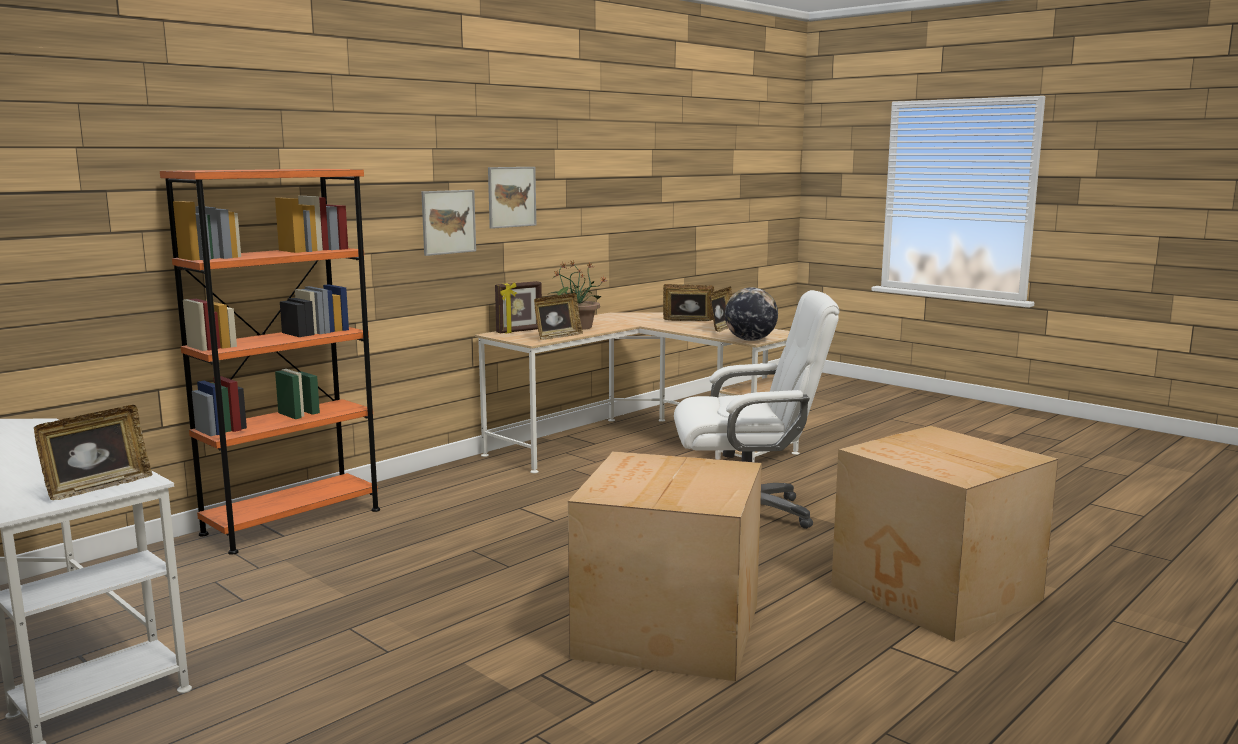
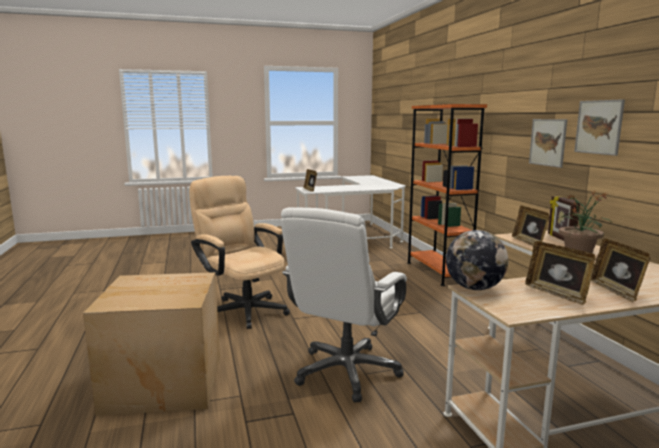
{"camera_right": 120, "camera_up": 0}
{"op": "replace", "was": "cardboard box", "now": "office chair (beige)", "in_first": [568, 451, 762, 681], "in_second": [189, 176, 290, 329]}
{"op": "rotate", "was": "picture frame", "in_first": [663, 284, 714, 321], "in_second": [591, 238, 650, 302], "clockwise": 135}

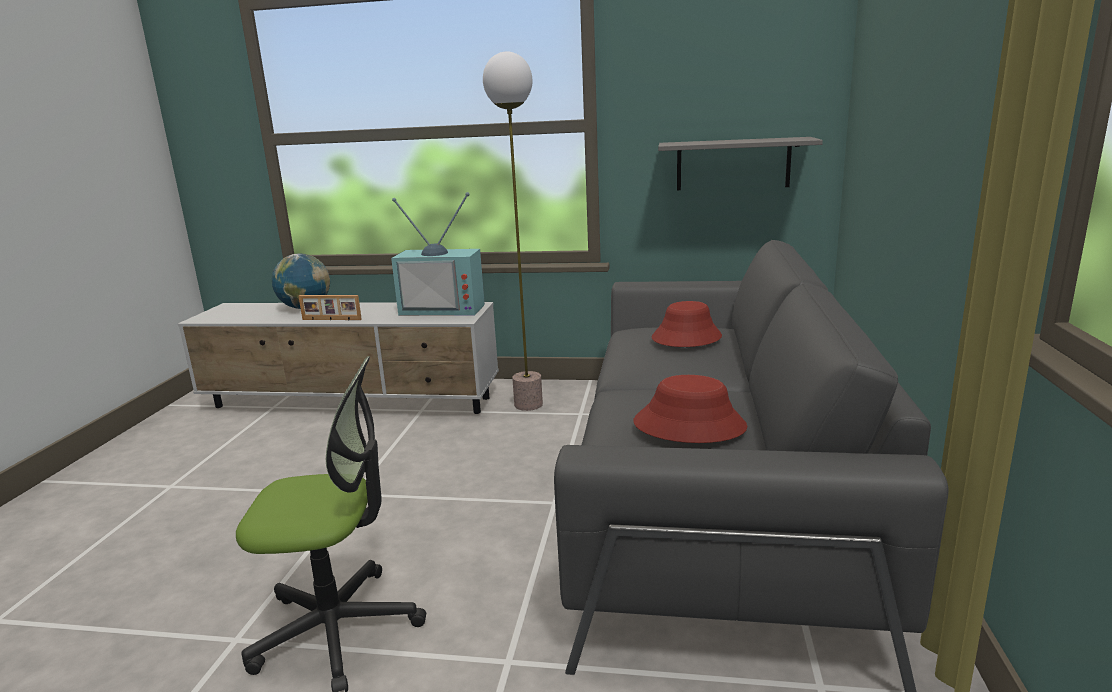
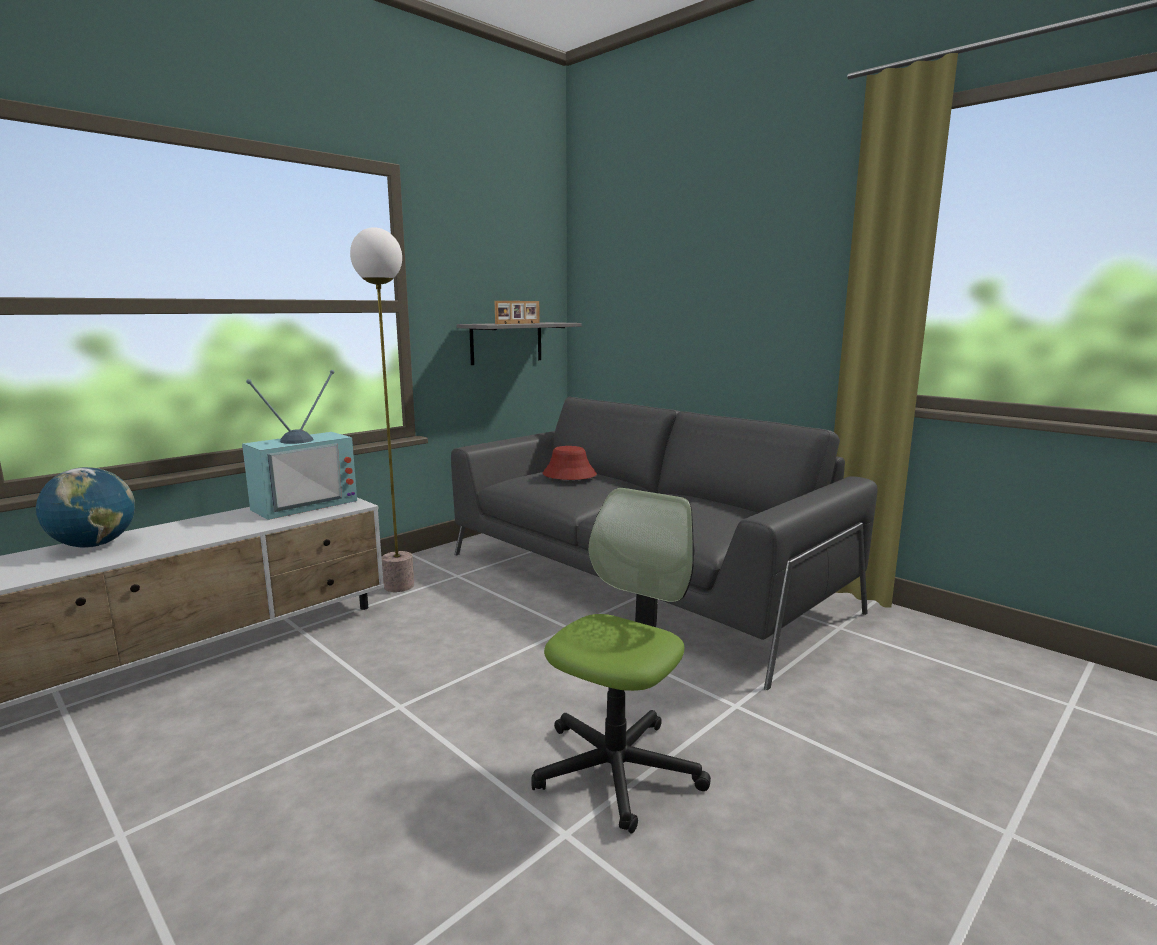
{"camera_right": -55, "camera_up": -5}
{"op": "delete", "was": "hat (red)", "in_first": [633, 375, 748, 443]}
{"op": "move", "was": "picture frame", "in_first": [299, 295, 362, 320], "in_second": [495, 301, 540, 324]}

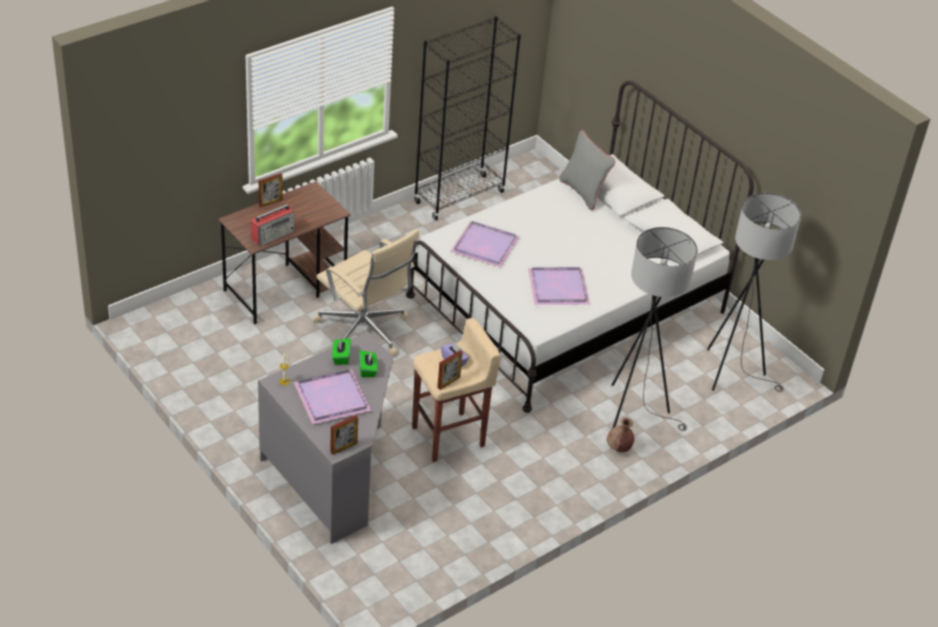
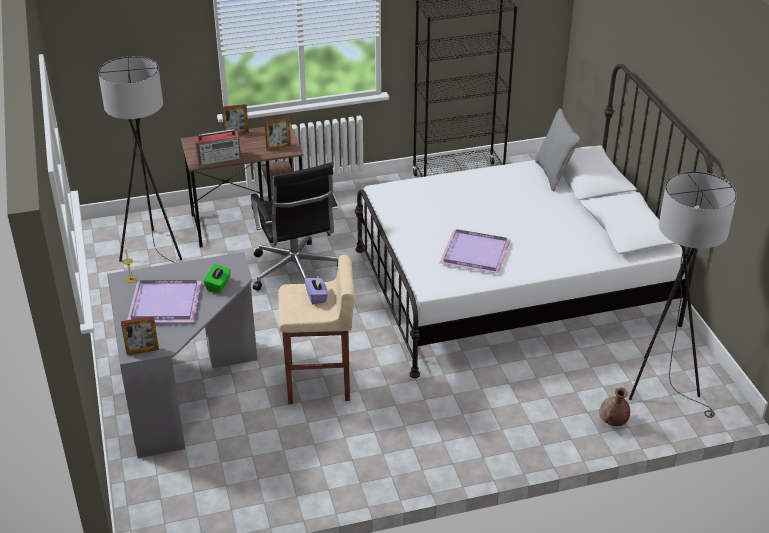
{"camera_right": 25, "camera_up": -5}
{"op": "delete", "was": "tissue box (green)", "in_first": [332, 338, 351, 365]}
{"op": "delete", "was": "tray (purple)", "in_first": [450, 221, 520, 268]}
{"op": "move", "was": "picture frame", "in_first": [437, 350, 463, 390], "in_second": [264, 117, 291, 151]}
{"op": "move", "was": "vase (brown)", "in_first": [607, 418, 634, 452], "in_second": [599, 387, 630, 426]}
{"op": "move", "was": "floor lamp (grey)", "in_first": [611, 227, 698, 431], "in_second": [98, 56, 182, 263]}
{"op": "recolor", "was": "office chair (beige)", "now": "office chair (black)", "in_first": [313, 229, 419, 356], "in_second": [251, 163, 339, 291]}

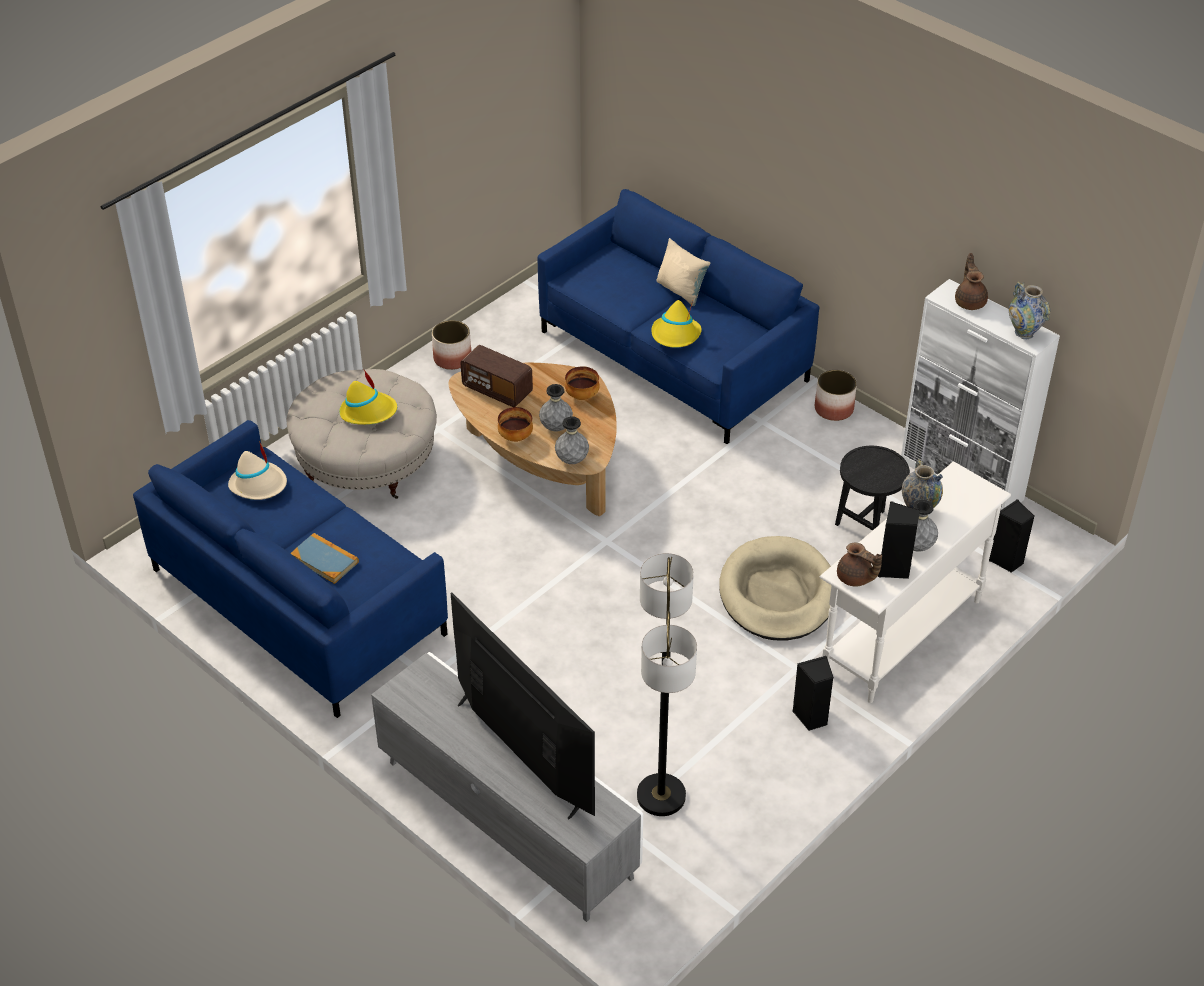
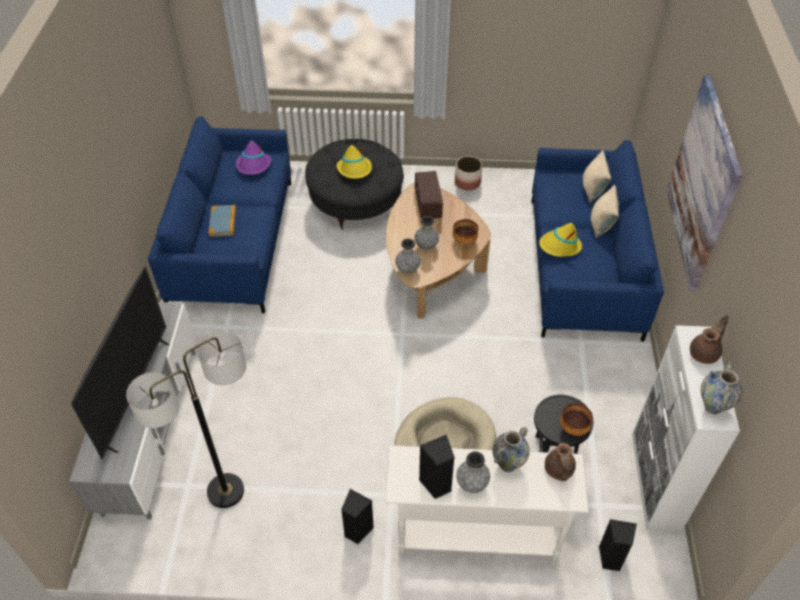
{"camera_right": 50, "camera_up": 5}
{"op": "delete", "was": "planter", "in_first": [815, 370, 857, 421]}
{"op": "insert", "now": "pillow (beige)", "in_second": [583, 150, 611, 203]}
{"op": "insert", "now": "picture", "in_second": [667, 75, 743, 291]}
{"op": "move", "was": "bowl", "in_first": [498, 407, 533, 442], "in_second": [560, 403, 593, 436]}
{"op": "move", "was": "teapot (brown)", "in_first": [837, 543, 882, 586], "in_second": [545, 443, 576, 481]}
{"op": "recolor", "was": "hat (beige)", "now": "hat (purple)", "in_first": [228, 441, 287, 500], "in_second": [236, 141, 271, 175]}
{"op": "recolor", "was": "ottoman (beige)", "now": "ottoman (black)", "in_first": [287, 369, 437, 499], "in_second": [305, 139, 404, 230]}

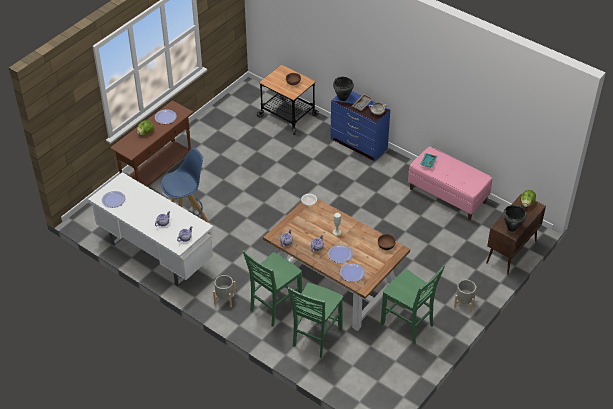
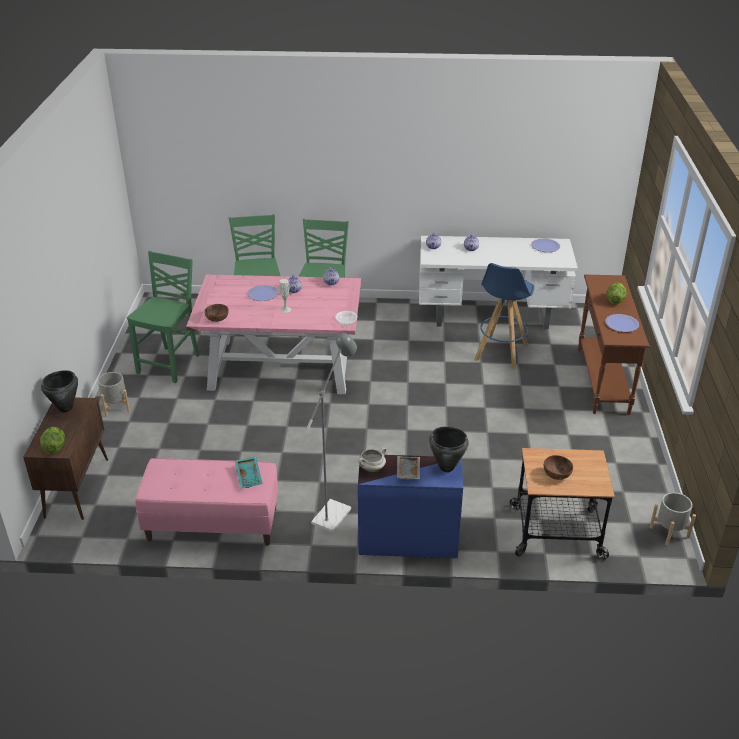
{"camera_right": 145, "camera_up": -10}
{"op": "delete", "was": "plate", "in_first": [340, 263, 365, 282]}
{"op": "insert", "now": "floor lamp (grey)", "in_second": [306, 333, 357, 532]}
{"op": "move", "was": "planter (grey)", "in_first": [213, 275, 236, 307], "in_second": [650, 492, 696, 546]}
{"op": "recolor", "was": "dining table (brown)", "now": "dining table (pink)", "in_first": [263, 198, 410, 331], "in_second": [186, 275, 361, 394]}
{"op": "rotate", "was": "chair (green)", "in_first": [381, 265, 445, 345], "in_second": [127, 251, 199, 383], "clockwise": 105}

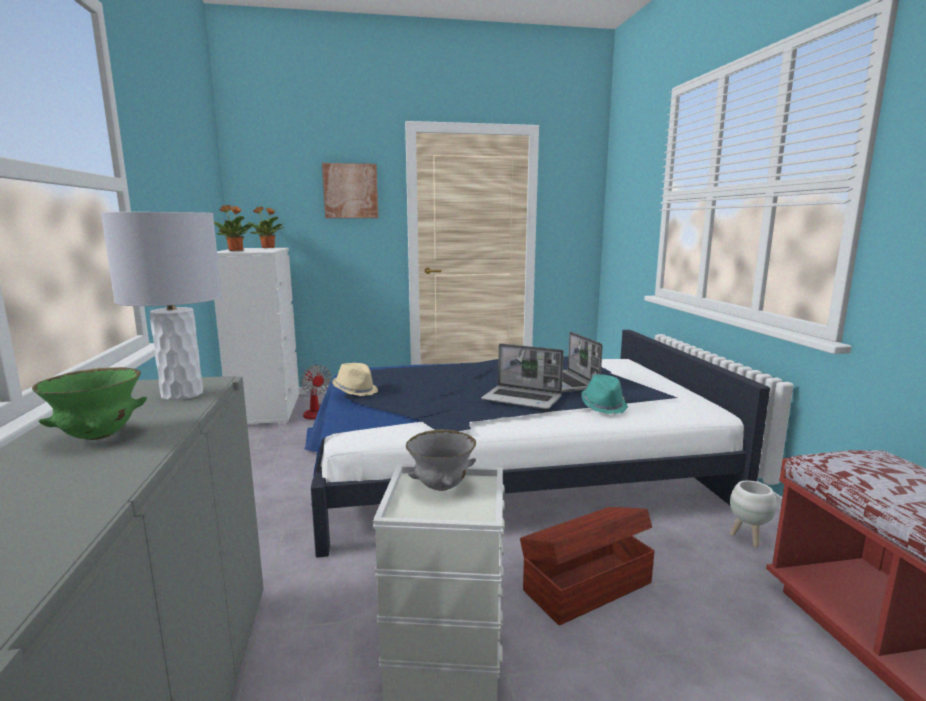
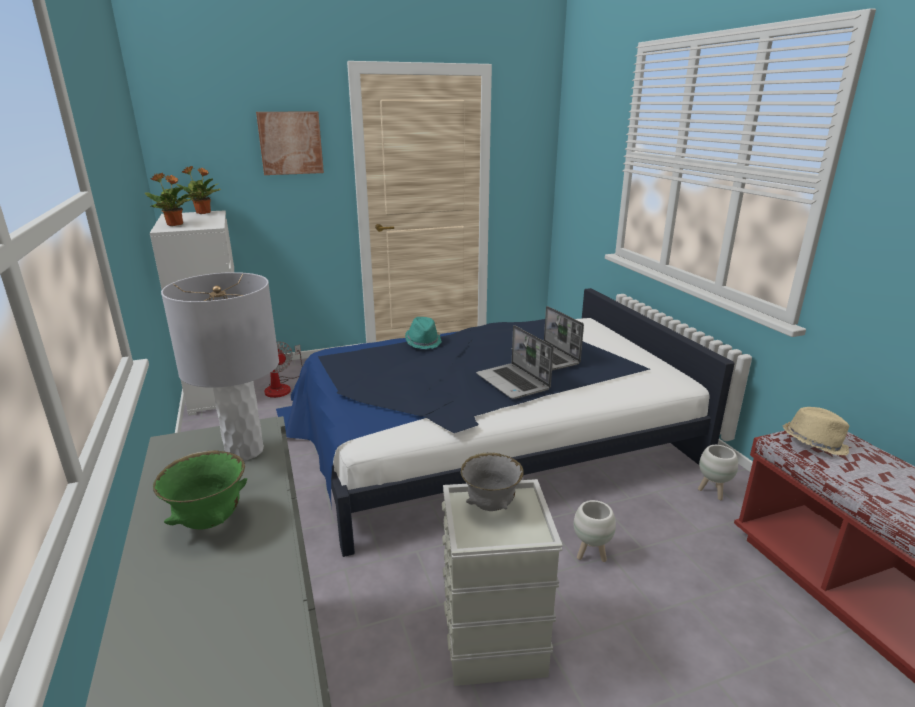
{"camera_right": -10, "camera_up": 10}
{"op": "move", "was": "hat (beige)", "in_first": [332, 363, 378, 396], "in_second": [782, 407, 850, 456]}
{"op": "move", "was": "hat (turquoise)", "in_first": [581, 374, 628, 414], "in_second": [405, 317, 442, 349]}
{"op": "replace", "was": "storage box (brown)", "now": "planter (white)", "in_first": [520, 507, 655, 625], "in_second": [574, 500, 616, 562]}
{"op": "rotate", "was": "laptop", "in_first": [481, 344, 564, 409], "in_second": [476, 325, 554, 399], "clockwise": 45}

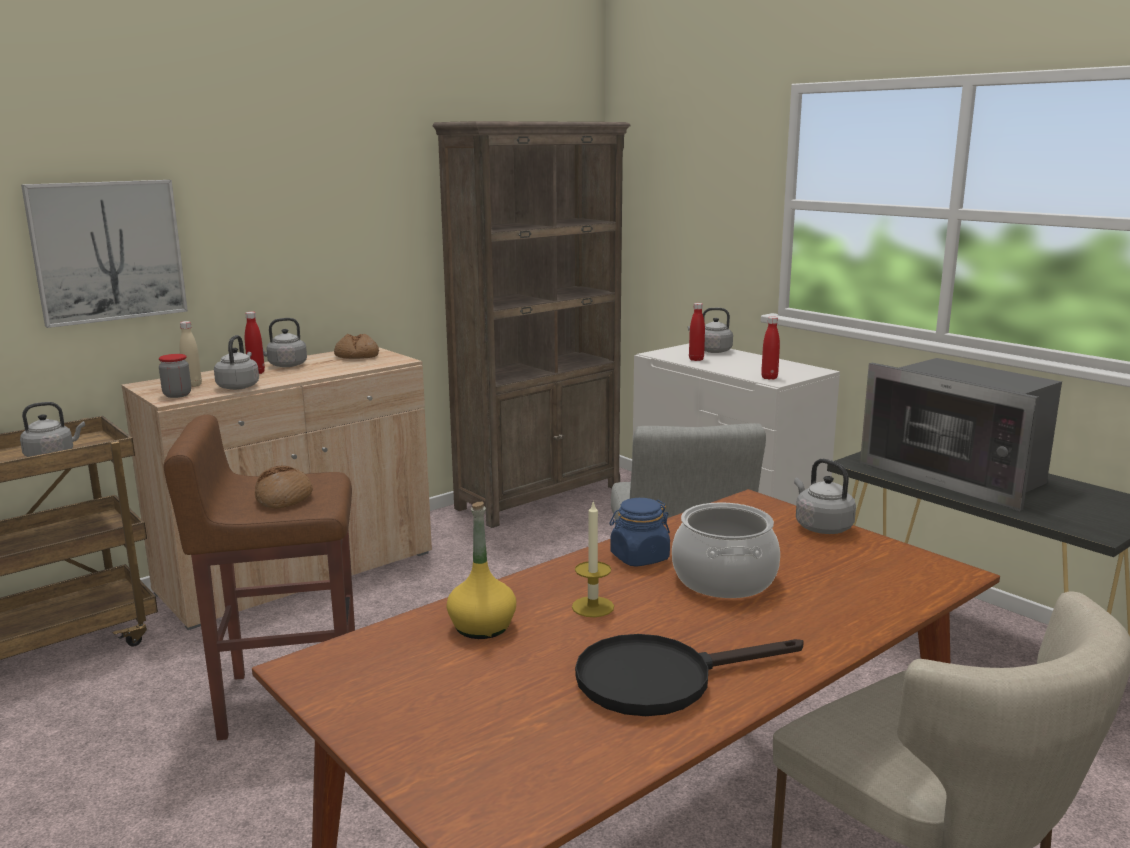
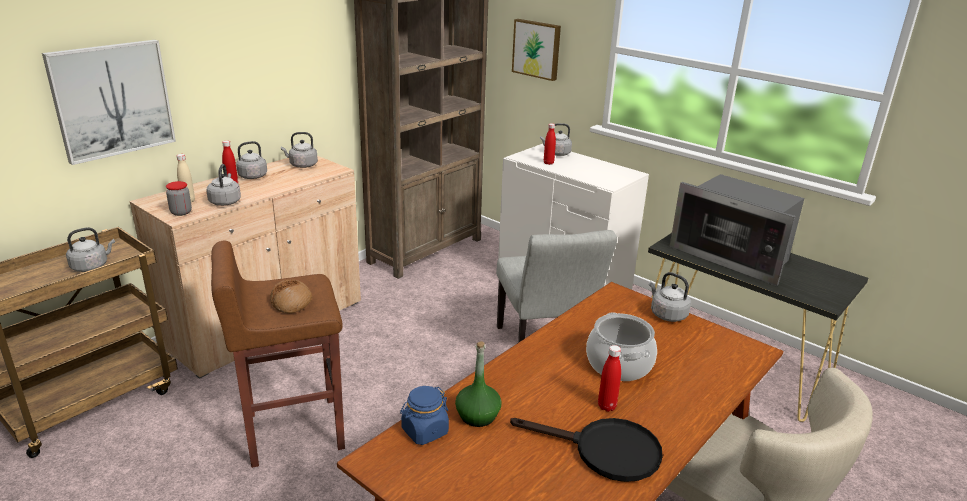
{"camera_right": -10, "camera_up": 10}
{"op": "delete", "was": "candle", "in_first": [572, 500, 614, 617]}
{"op": "insert", "now": "picture", "in_second": [512, 19, 561, 81]}
{"op": "move", "was": "jar (blue)", "in_first": [610, 498, 670, 567], "in_second": [400, 386, 449, 445]}
{"op": "move", "was": "bottle (red)", "in_first": [761, 317, 780, 380], "in_second": [598, 345, 621, 412]}
{"op": "replace", "was": "bread", "now": "kettle (grey)", "in_first": [334, 334, 379, 359], "in_second": [281, 132, 318, 168]}
{"op": "recolor", "was": "bottle (yellow)", "now": "bottle (green)", "in_first": [446, 502, 516, 639], "in_second": [455, 341, 502, 427]}
{"op": "rotate", "was": "frying pan (black)", "in_first": [575, 634, 804, 716], "in_second": [510, 418, 663, 482], "clockwise": -135}

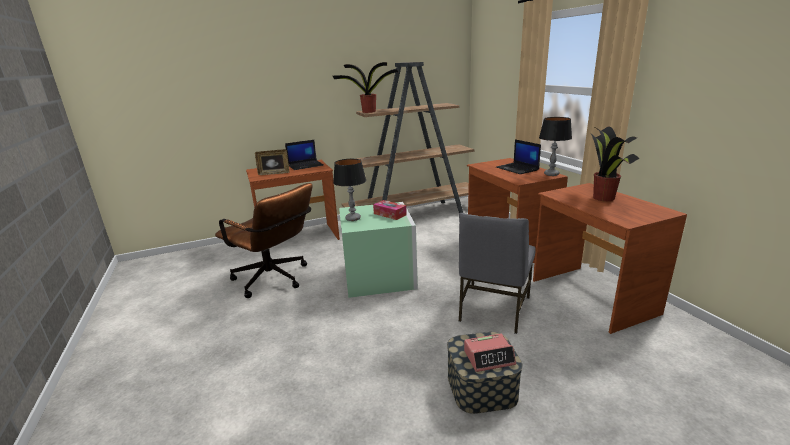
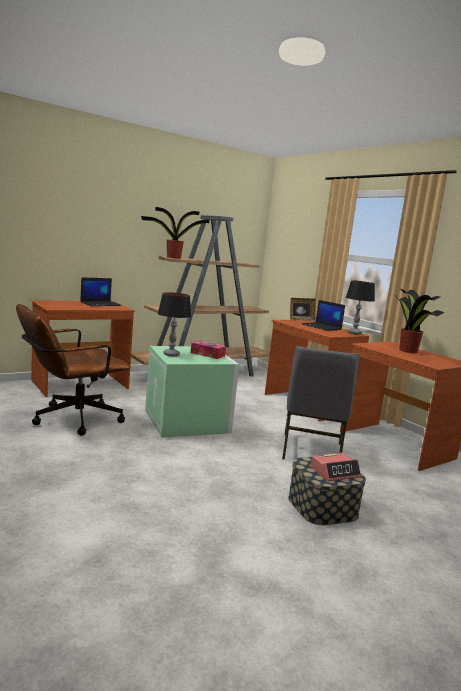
{"camera_right": -15, "camera_up": -10}
{"op": "move", "was": "picture frame", "in_first": [255, 149, 290, 175], "in_second": [290, 298, 316, 321]}
{"op": "rotate", "was": "office chair (brown)", "in_first": [215, 183, 312, 298], "in_second": [16, 304, 130, 436], "clockwise": 120}

